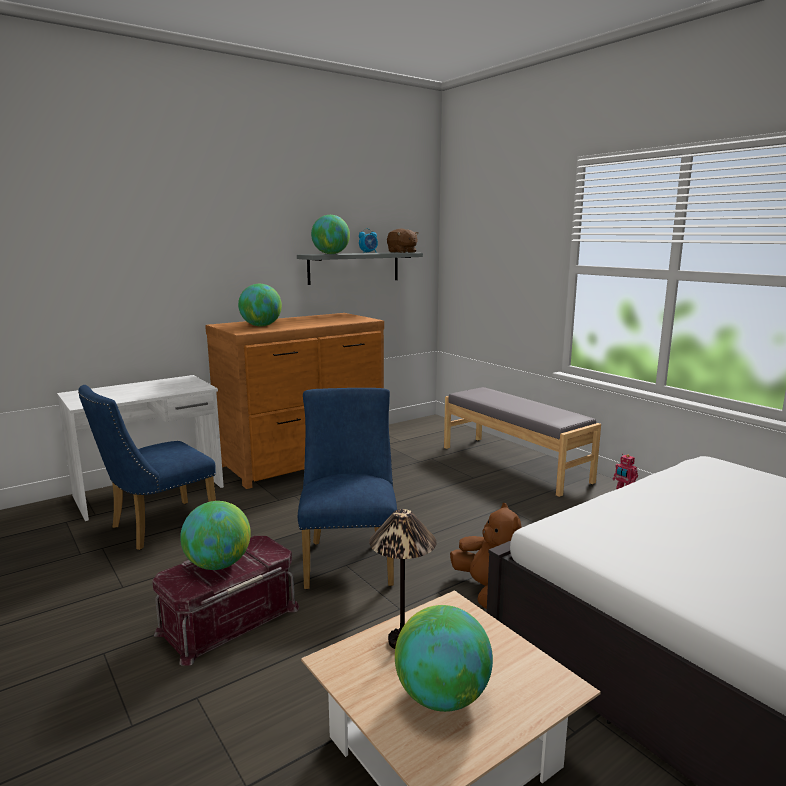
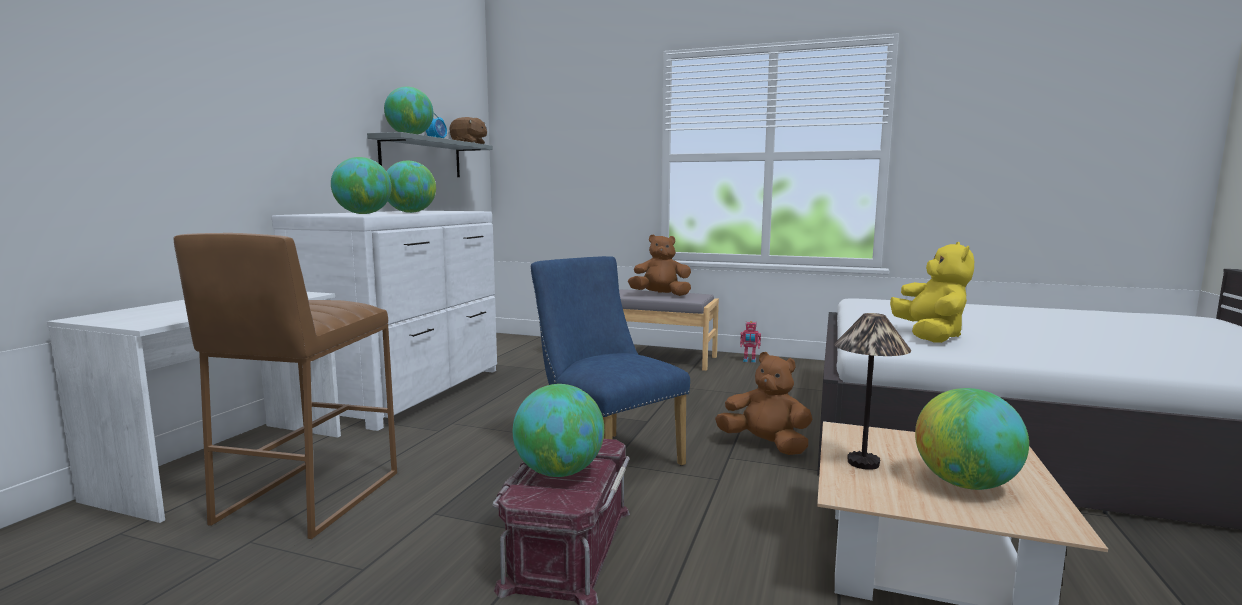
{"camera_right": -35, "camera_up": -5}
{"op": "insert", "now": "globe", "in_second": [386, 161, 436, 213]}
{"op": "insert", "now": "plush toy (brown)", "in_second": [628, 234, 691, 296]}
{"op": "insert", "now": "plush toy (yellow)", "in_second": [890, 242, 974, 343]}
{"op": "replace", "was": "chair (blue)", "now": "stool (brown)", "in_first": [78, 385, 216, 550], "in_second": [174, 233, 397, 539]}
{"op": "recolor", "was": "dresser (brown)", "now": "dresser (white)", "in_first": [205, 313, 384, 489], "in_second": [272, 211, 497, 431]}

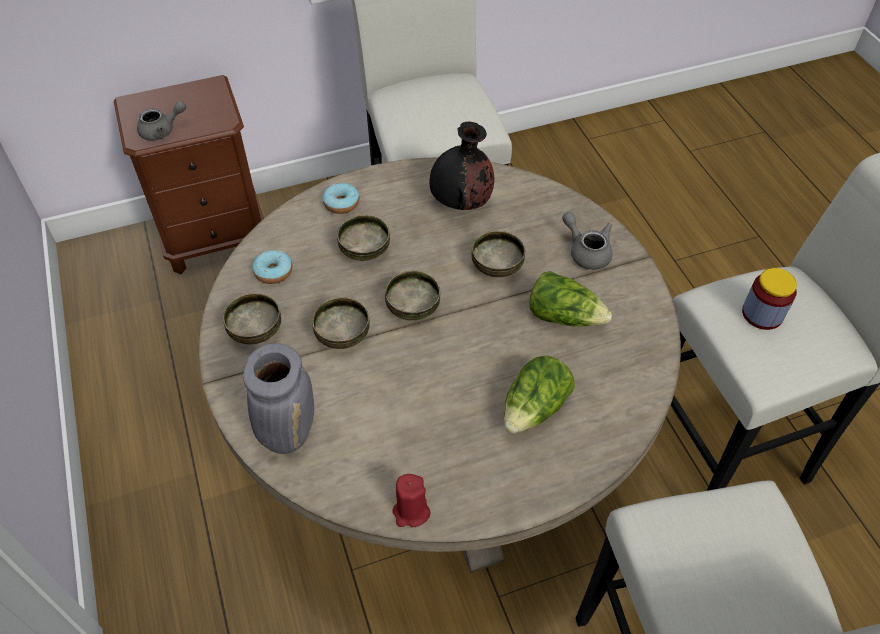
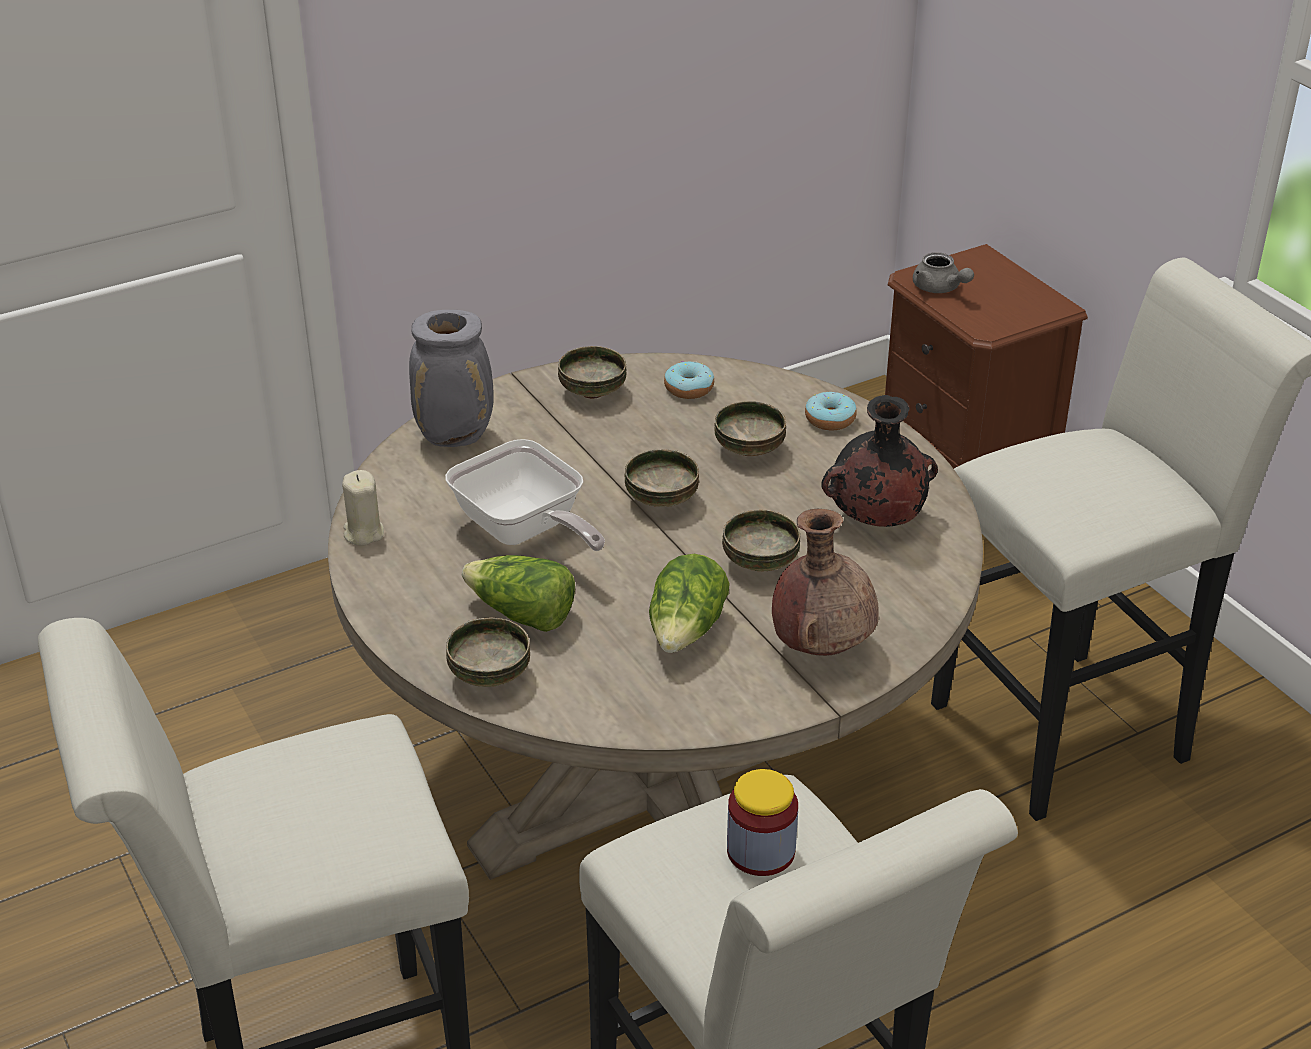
{"camera_right": 80, "camera_up": -15}
{"op": "insert", "now": "frying pan", "in_second": [445, 439, 605, 551]}
{"op": "move", "was": "bowl", "in_first": [312, 297, 370, 349], "in_second": [446, 618, 530, 687]}
{"op": "replace", "was": "teapot (grey)", "now": "vase (brown)", "in_first": [562, 212, 613, 270], "in_second": [772, 509, 879, 656]}
{"op": "recolor", "was": "candle (red)", "now": "candle (beige)", "in_first": [392, 474, 430, 527], "in_second": [342, 470, 384, 545]}

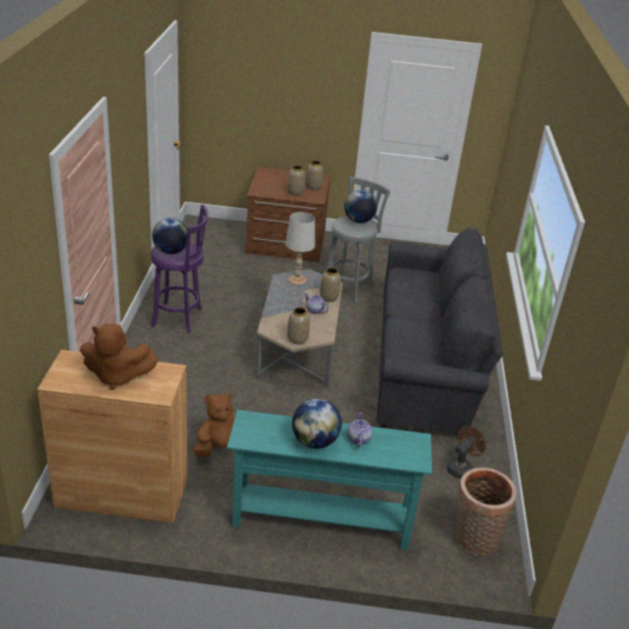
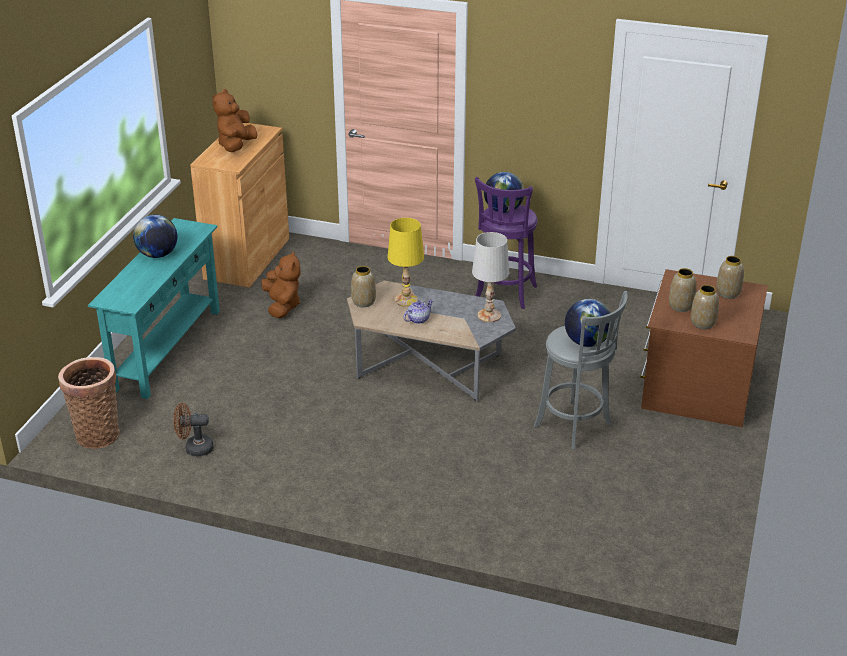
{"camera_right": 105, "camera_up": 0}
{"op": "delete", "was": "teapot", "in_first": [347, 412, 372, 447]}
{"op": "delete", "was": "sofa (grey)", "in_first": [377, 227, 503, 439]}
{"op": "insert", "now": "table lamp (yellow)", "in_second": [388, 218, 424, 307]}
{"op": "move", "was": "vase", "in_first": [320, 267, 341, 302], "in_second": [716, 256, 744, 299]}
{"op": "rotate", "was": "fan (brown)", "in_first": [447, 426, 487, 478], "in_second": [173, 403, 213, 456], "clockwise": 120}

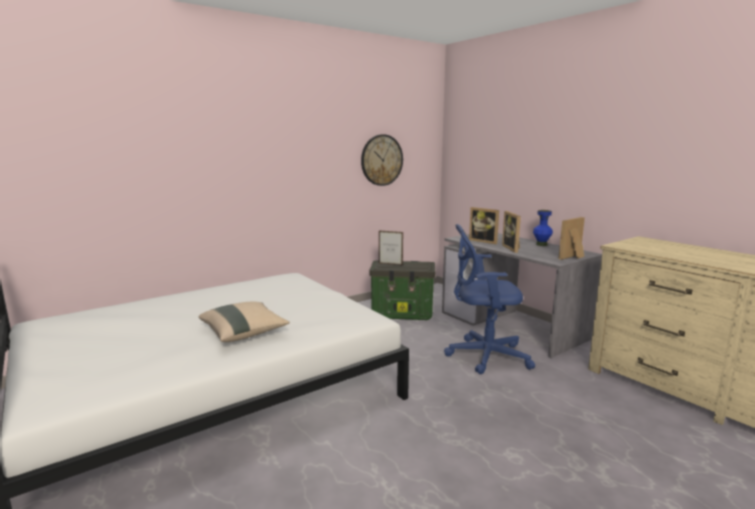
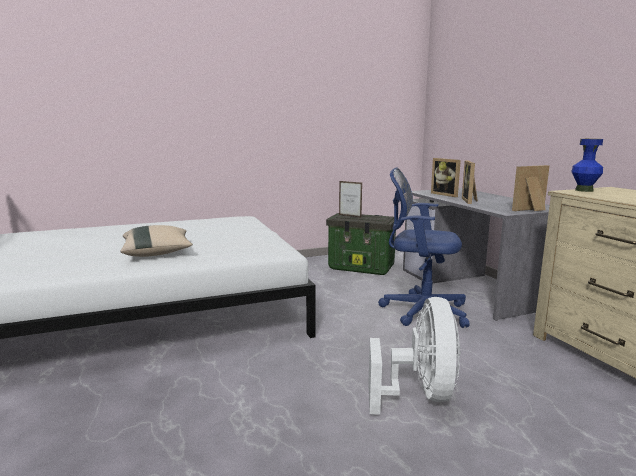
{"camera_right": 15, "camera_up": 0}
{"op": "delete", "was": "wall clock", "in_first": [361, 134, 403, 186]}
{"op": "insert", "now": "fan (white)", "in_second": [368, 297, 461, 415]}
{"op": "move", "was": "vase (blue)", "in_first": [533, 210, 553, 246], "in_second": [571, 139, 603, 192]}

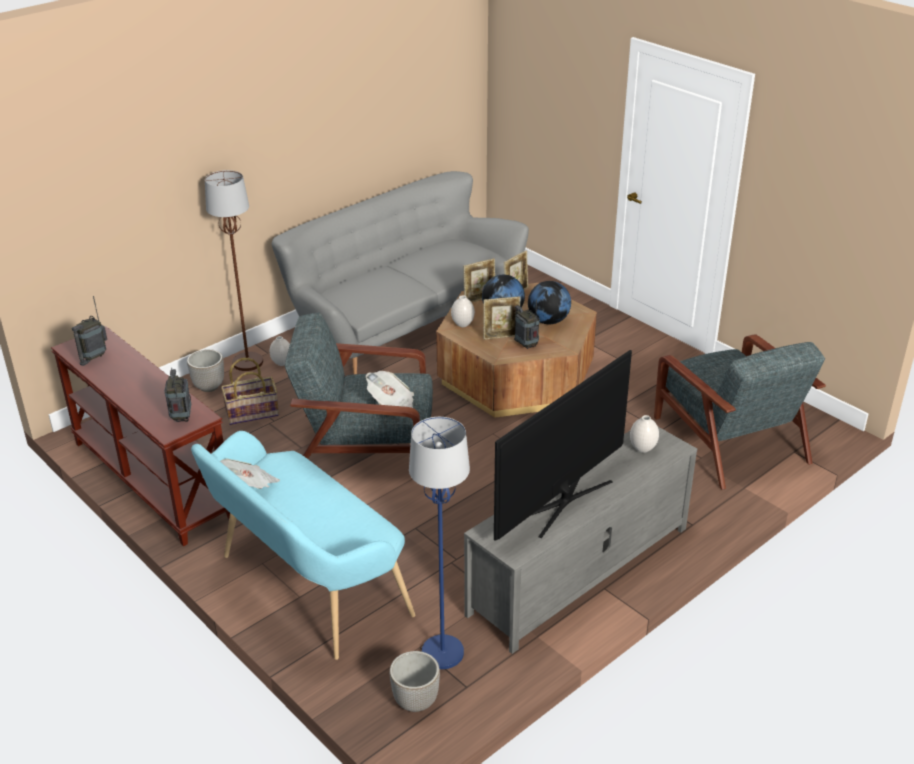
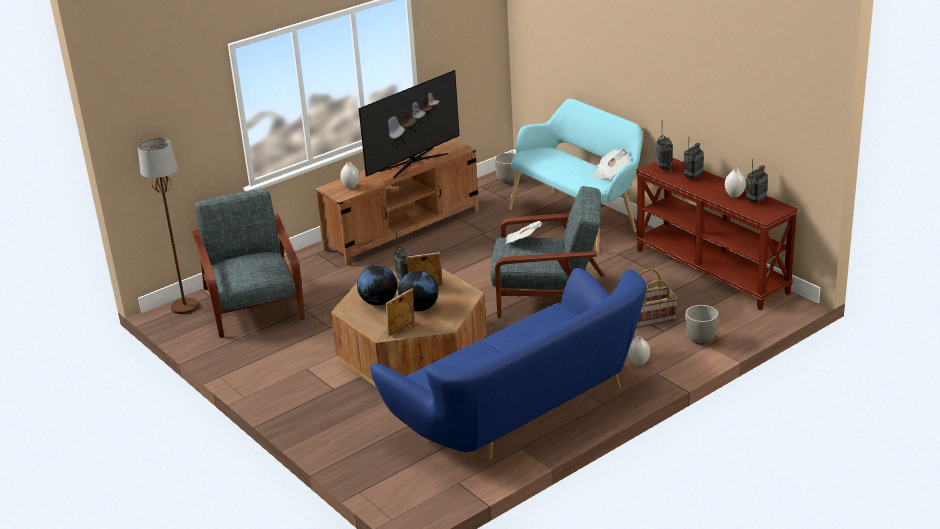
{"camera_right": -175, "camera_up": -5}
{"op": "delete", "was": "floor lamp (blue)", "in_first": [409, 417, 470, 669]}
{"op": "delete", "was": "picture frame", "in_first": [463, 258, 495, 302]}
{"op": "insert", "now": "radio", "in_second": [683, 143, 704, 181]}
{"op": "move", "was": "floor lamp (brown)", "in_first": [205, 170, 263, 371], "in_second": [138, 138, 199, 314]}
{"op": "move", "was": "vase (white)", "in_first": [451, 295, 475, 327], "in_second": [725, 169, 746, 198]}
{"op": "recolor", "was": "sofa (grey)", "now": "sofa (blue)", "in_first": [272, 171, 529, 374], "in_second": [370, 267, 647, 459]}
{"op": "recolor", "was": "tv stand (grey)", "now": "tv stand (brown)", "in_first": [464, 427, 697, 654], "in_second": [315, 139, 479, 266]}

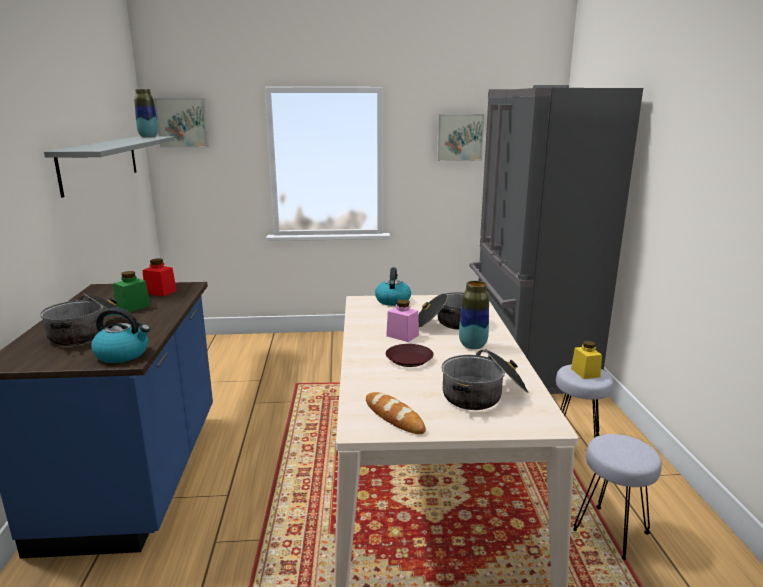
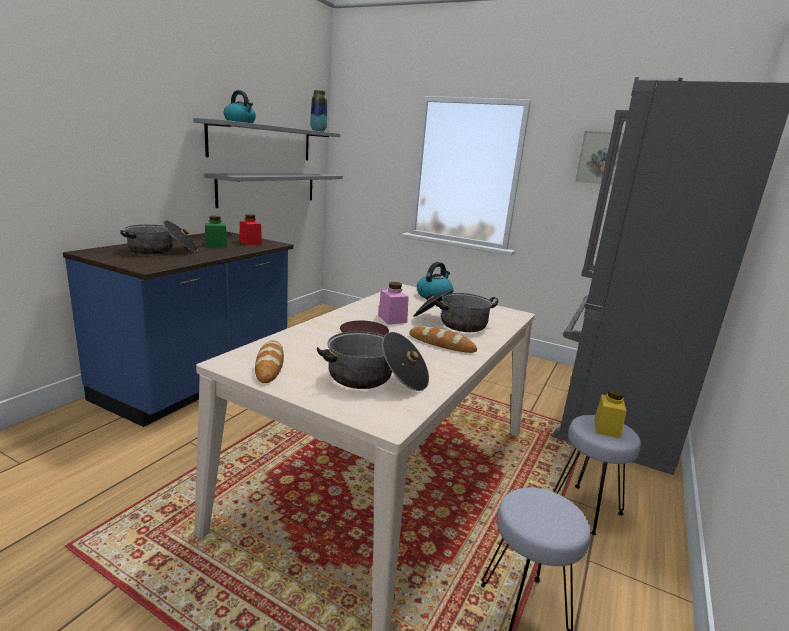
{"camera_right": 30, "camera_up": 0}
{"op": "delete", "was": "picture", "in_first": [154, 98, 209, 148]}
{"op": "insert", "now": "shelf (grey)", "in_second": [204, 173, 343, 208]}
{"op": "move", "was": "kettle", "in_first": [91, 307, 150, 363], "in_second": [224, 90, 256, 123]}
{"op": "replace", "was": "vase", "now": "bread", "in_first": [459, 281, 489, 349], "in_second": [409, 326, 477, 353]}

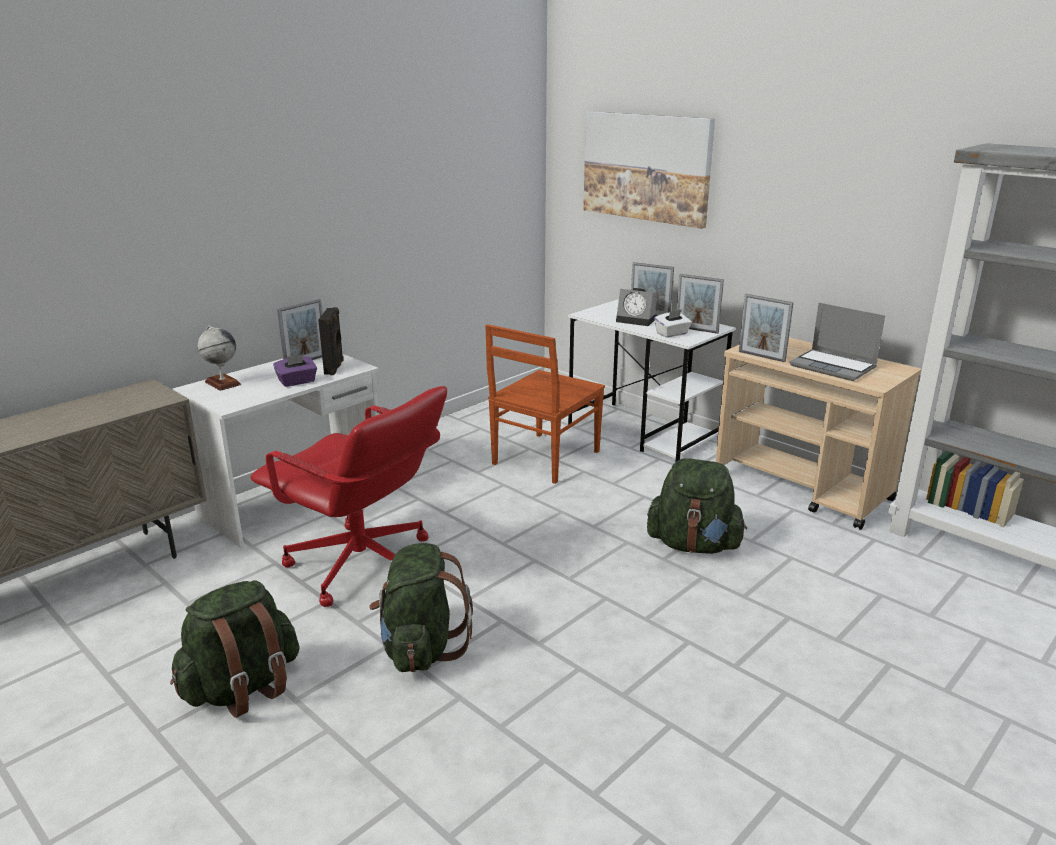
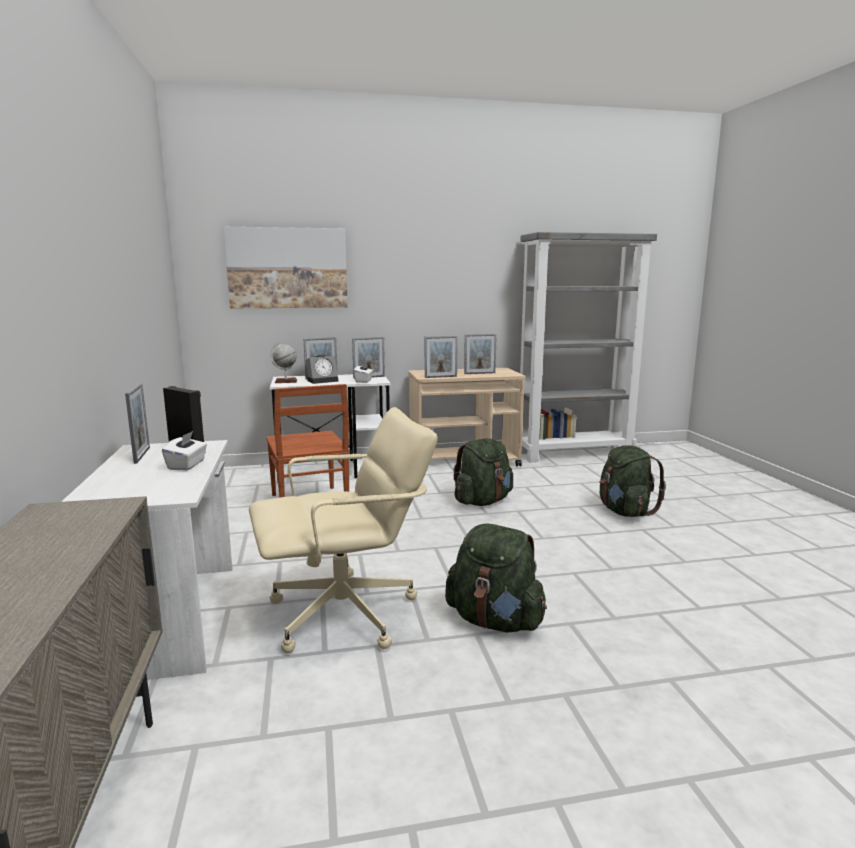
{"camera_right": -55, "camera_up": -10}
{"op": "move", "was": "backpack (green)", "in_first": [170, 580, 300, 718], "in_second": [599, 445, 666, 517]}
{"op": "move", "was": "globe", "in_first": [198, 325, 241, 391], "in_second": [270, 343, 297, 383]}
{"op": "replace", "was": "laptop", "now": "picture frame", "in_first": [789, 303, 885, 381], "in_second": [464, 334, 497, 374]}
{"op": "recolor", "was": "office chair (red)", "now": "office chair (beige)", "in_first": [250, 386, 447, 607], "in_second": [249, 407, 438, 654]}
{"op": "recolor", "was": "tissue box (purple)", "now": "tissue box (white)", "in_first": [273, 354, 317, 387], "in_second": [162, 431, 207, 470]}

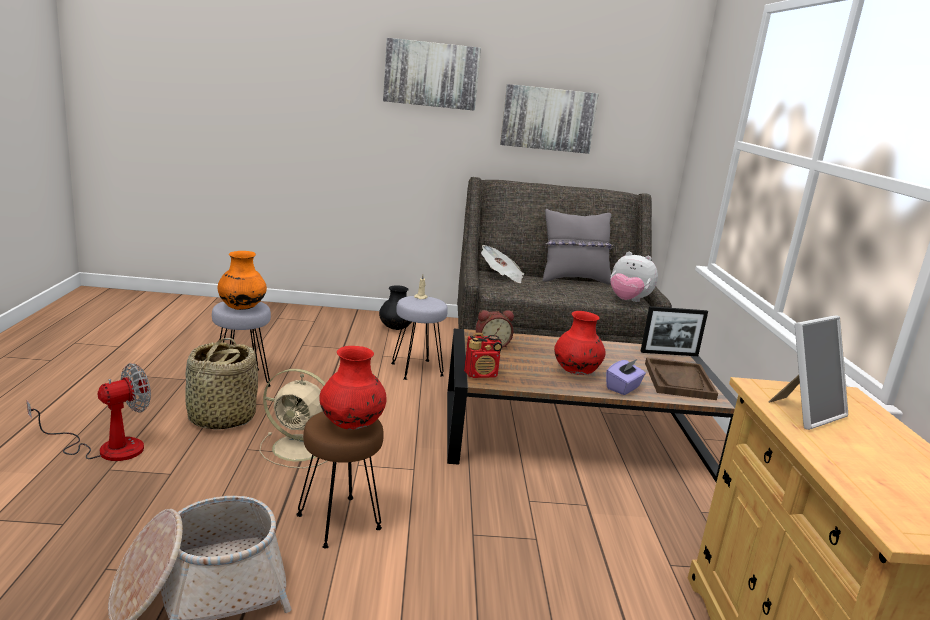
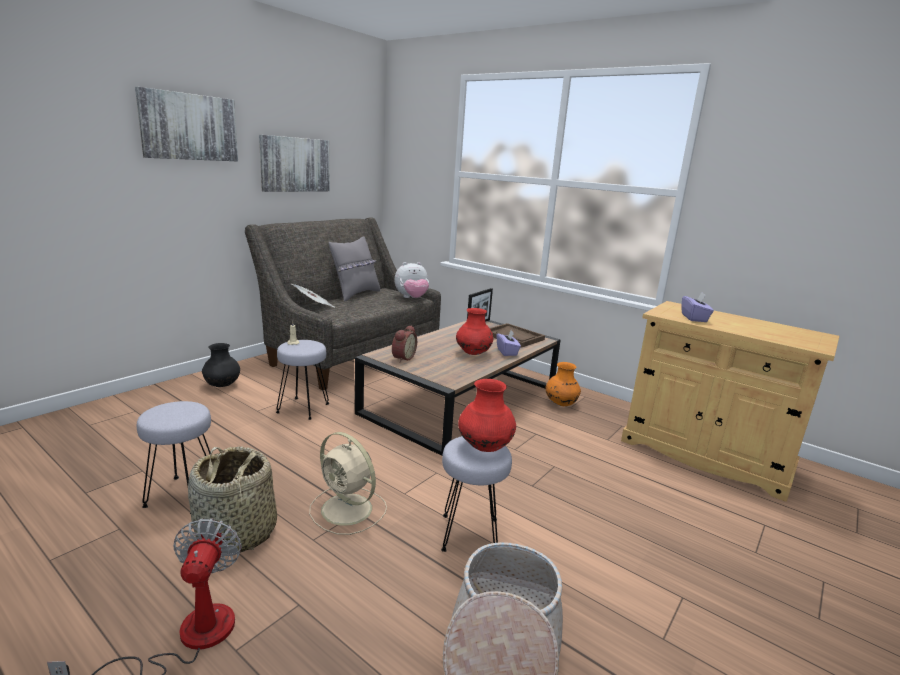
{"camera_right": -50, "camera_up": 0}
{"op": "delete", "was": "radio", "in_first": [464, 333, 502, 378]}
{"op": "move", "was": "vase (orange)", "in_first": [217, 251, 267, 310], "in_second": [545, 362, 581, 406]}
{"op": "replace", "was": "picture frame", "now": "tissue box (purple)", "in_first": [769, 315, 848, 430], "in_second": [682, 292, 714, 322]}
{"op": "recolor", "was": "stool (brown)", "now": "stool (grey)", "in_first": [296, 412, 384, 548], "in_second": [441, 436, 512, 552]}
{"op": "rotate", "was": "fan (beige)", "in_first": [259, 369, 327, 468], "in_second": [309, 432, 387, 535], "clockwise": 75}

